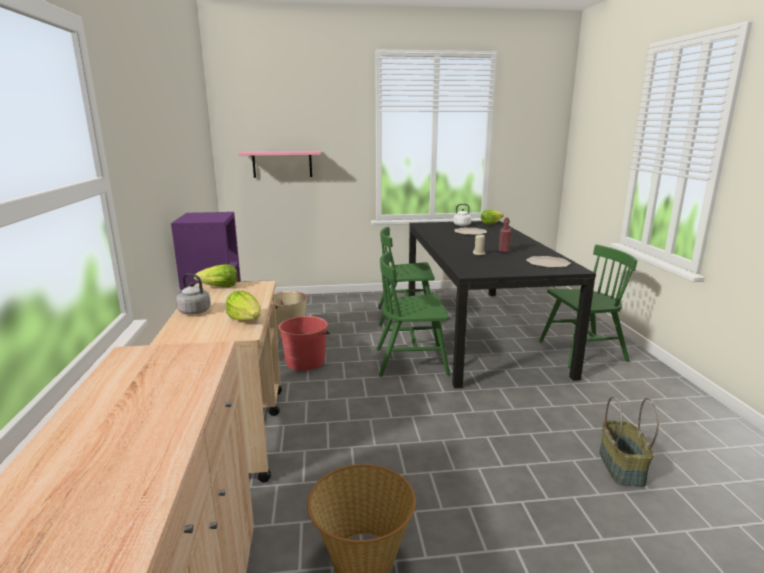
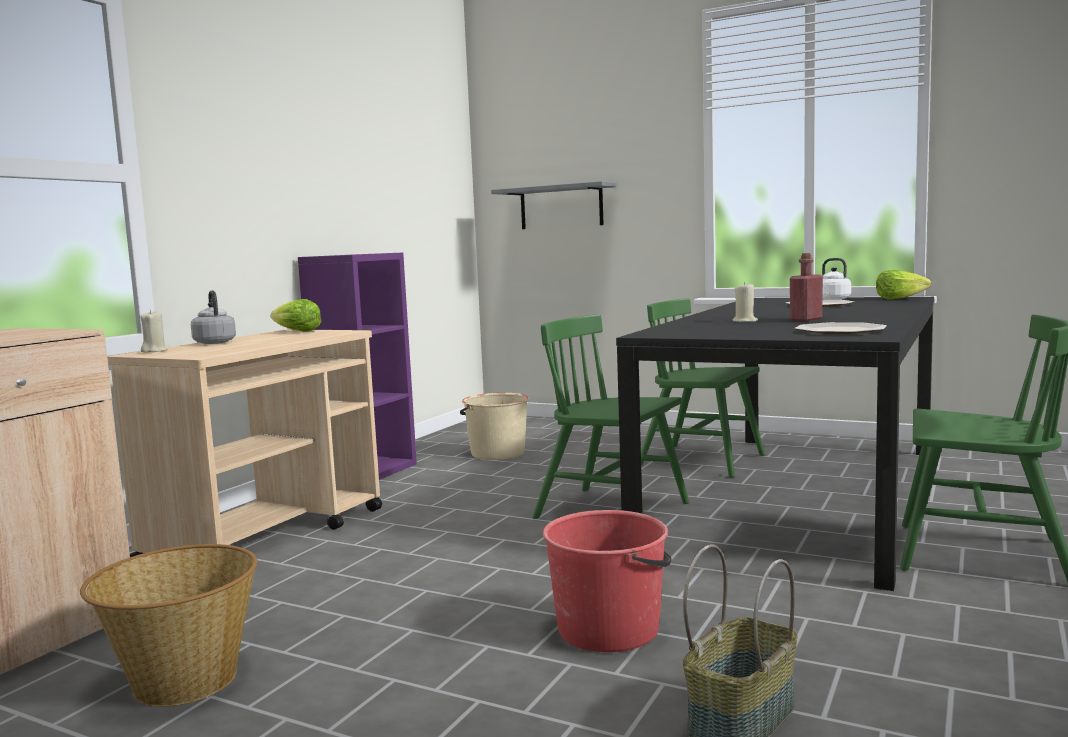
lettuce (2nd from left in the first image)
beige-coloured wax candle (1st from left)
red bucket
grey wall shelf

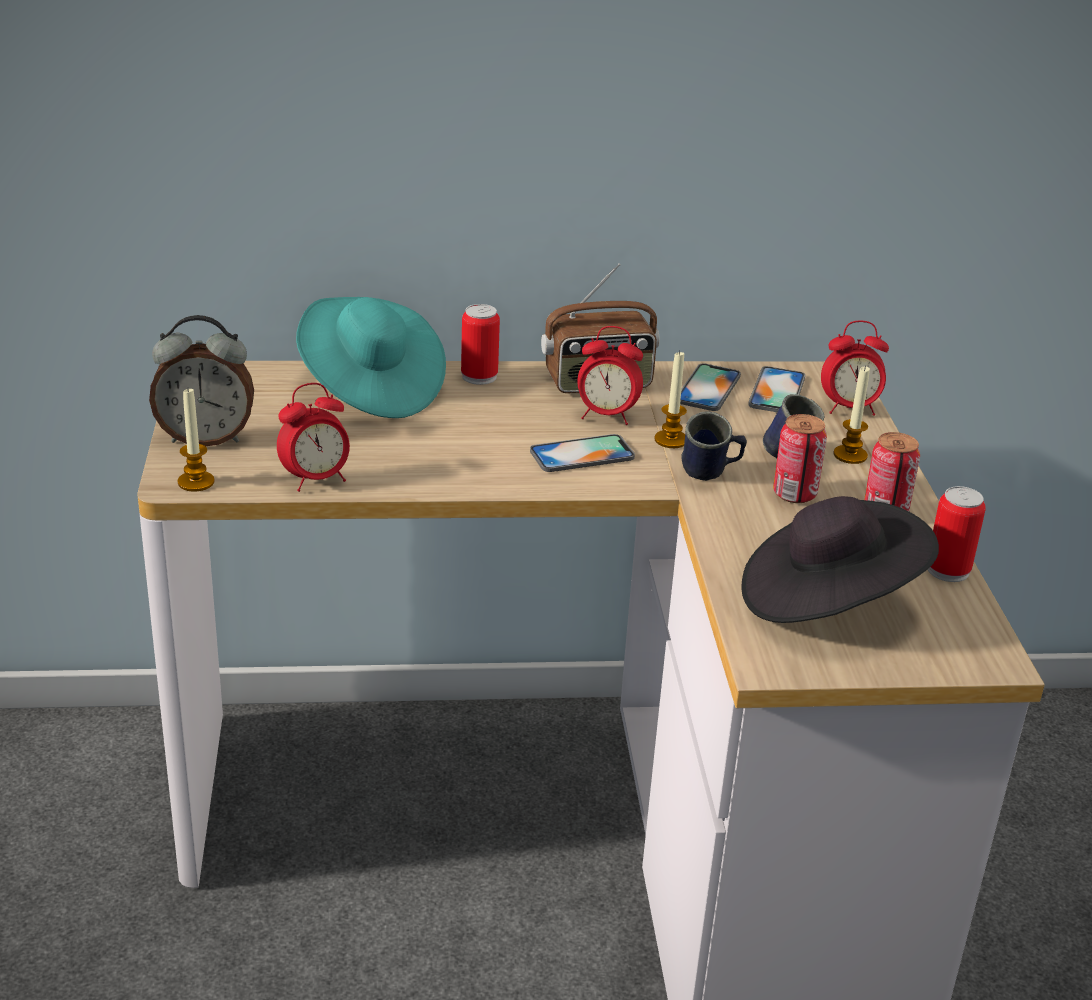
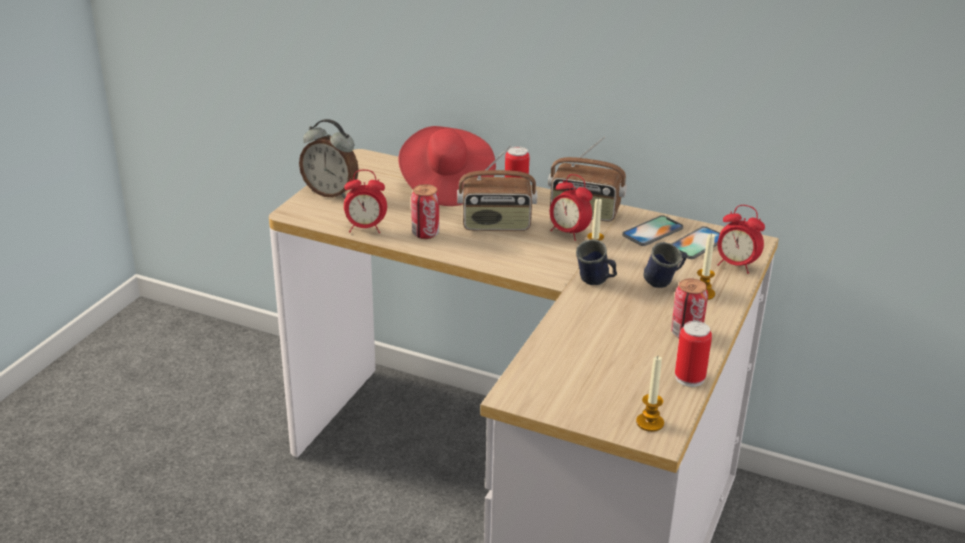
telephone (1st from left in the first image)
black wearable hat
radio receiver (1st from left)
wax candle (2nd from left)
metal can (1st from left)
red wearable hat

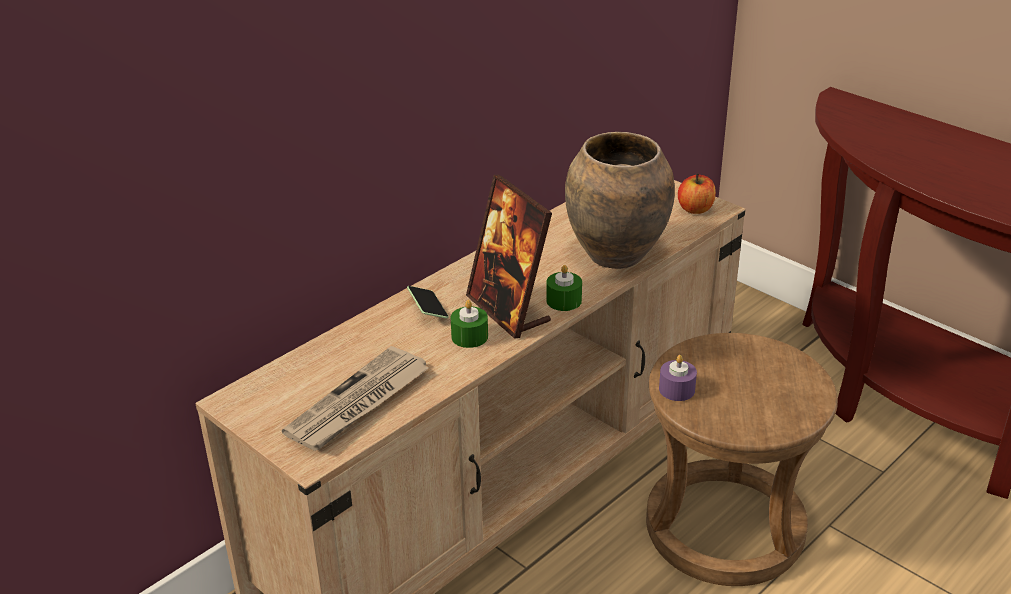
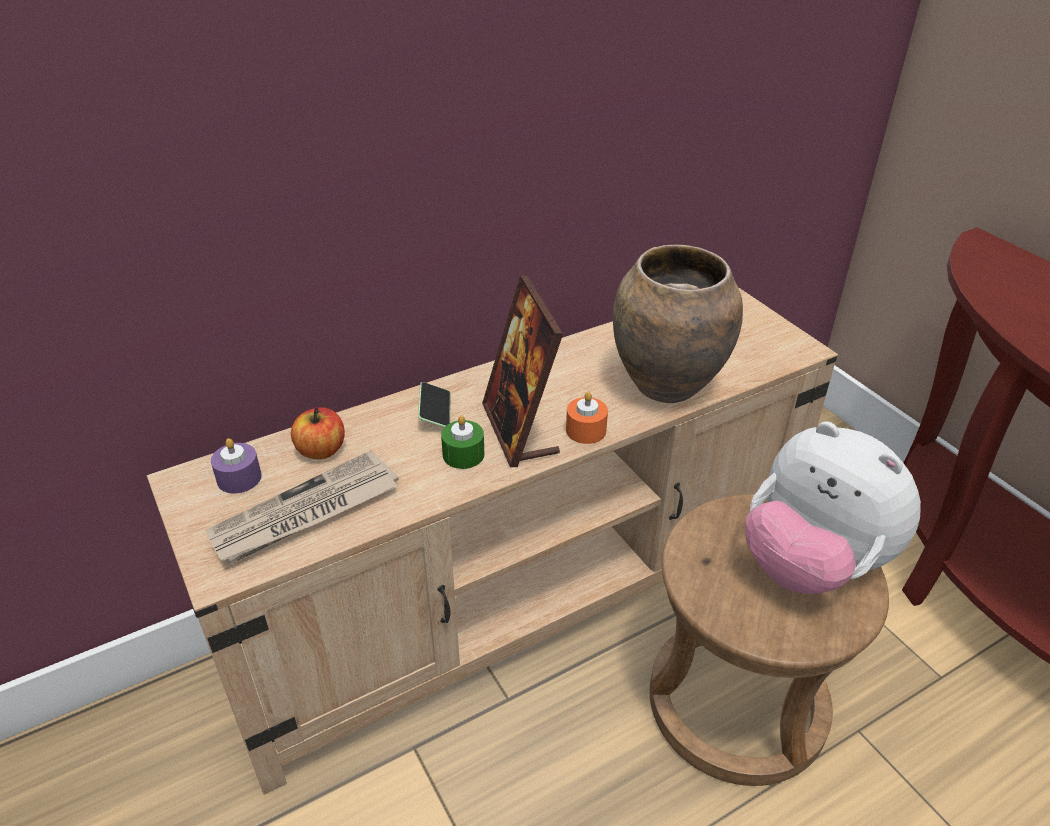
plush toy
purplish wax candle
apple
orangey wax candle

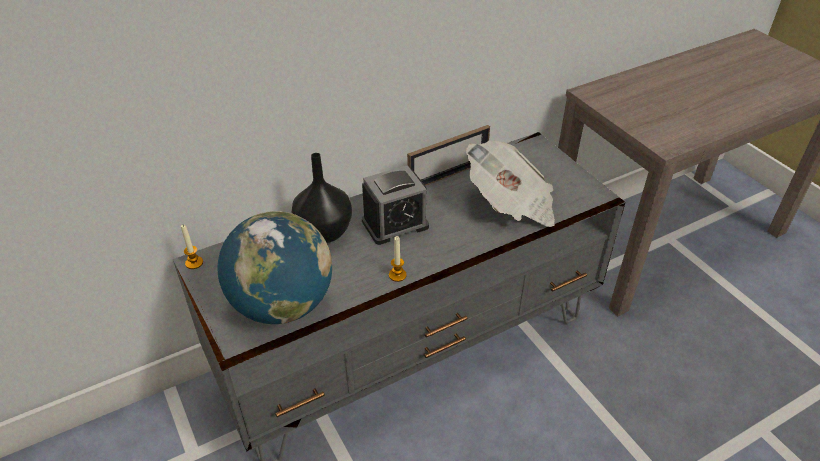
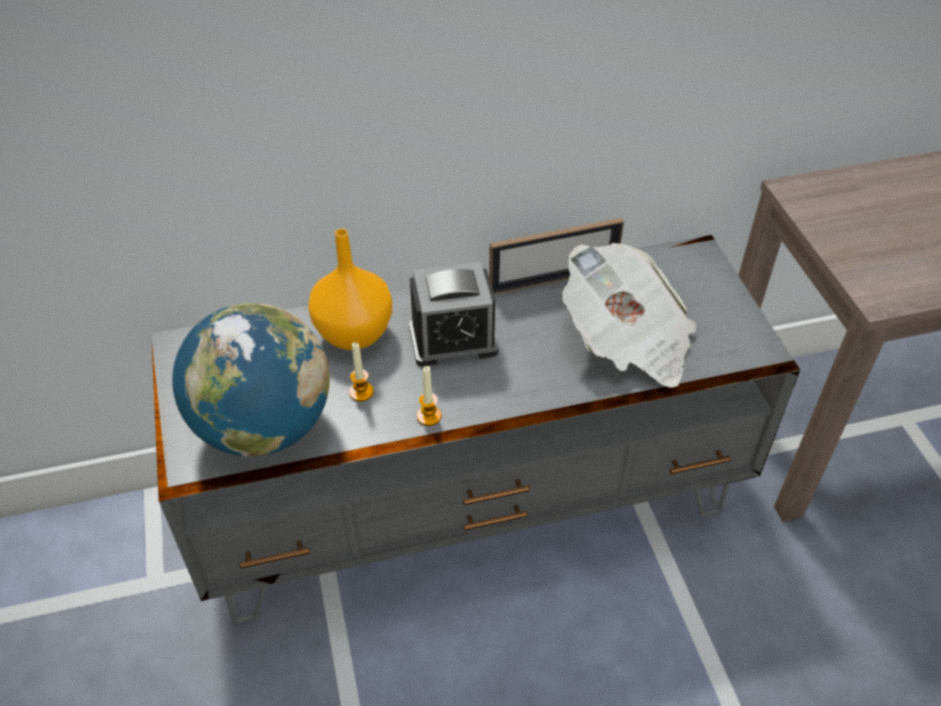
wax candle (1st from left)
orangey vase

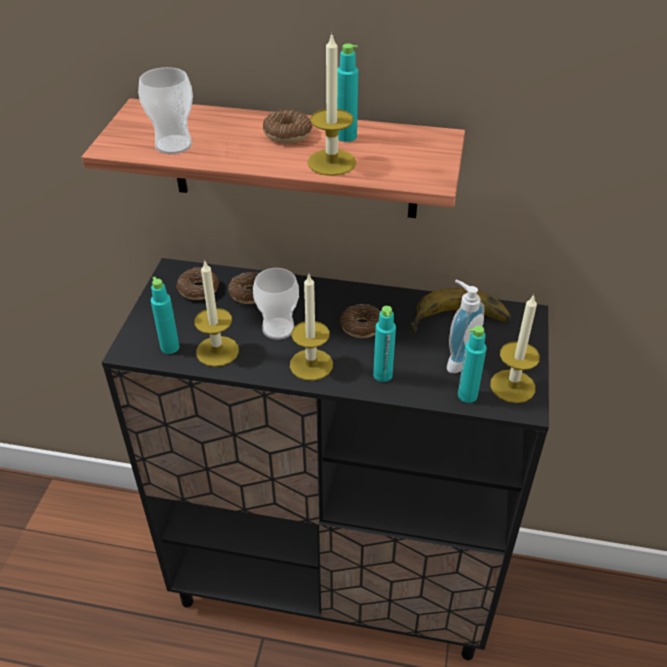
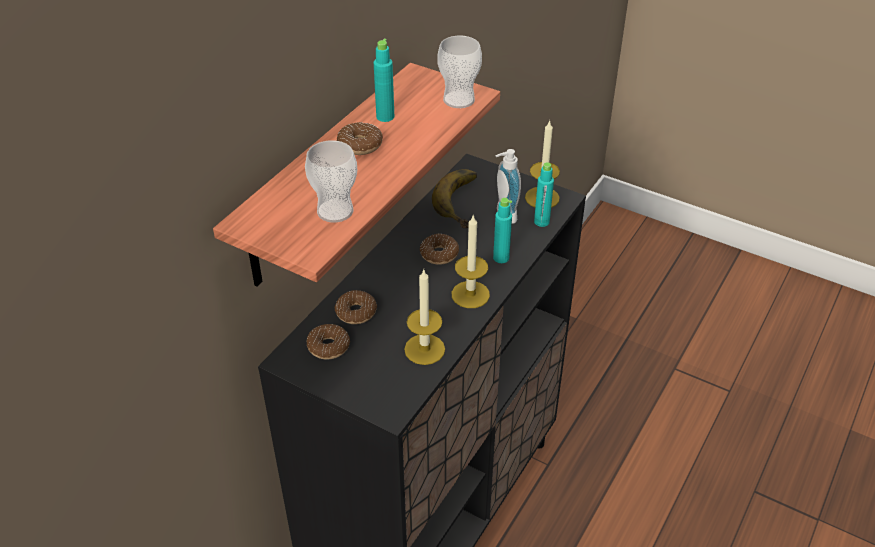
turquoise drink bottle (1st from left in the first image)
wax candle (3rd from left in the first image)
cup (2nd from left)

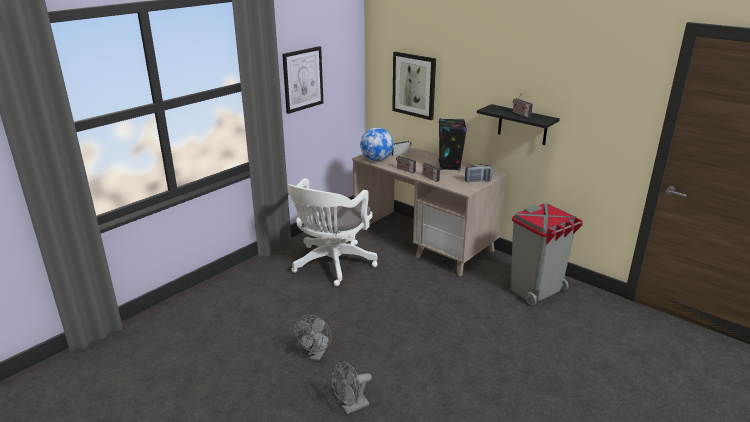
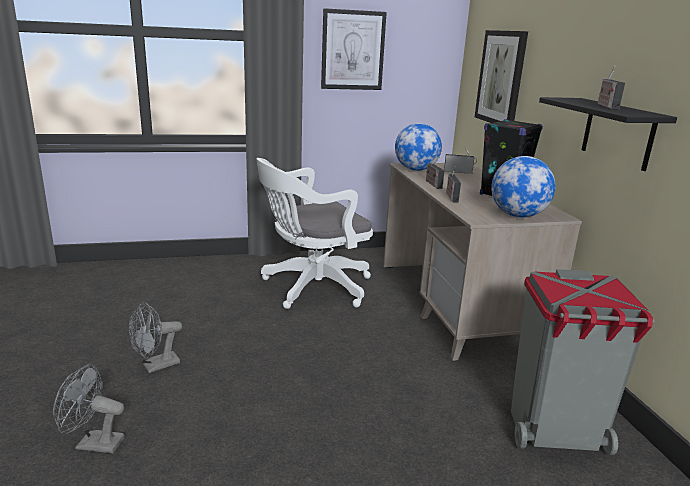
world globe (2nd from left)

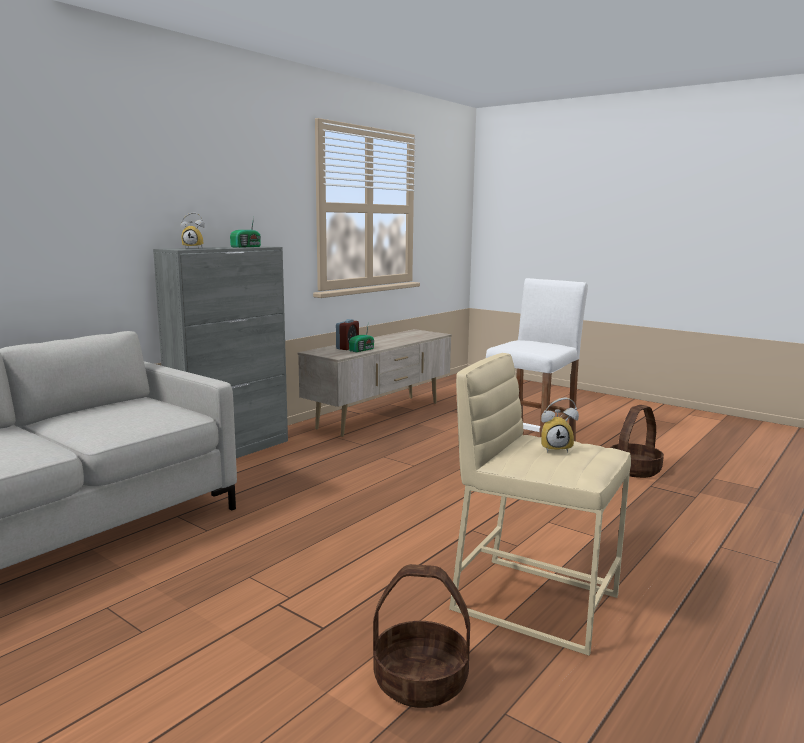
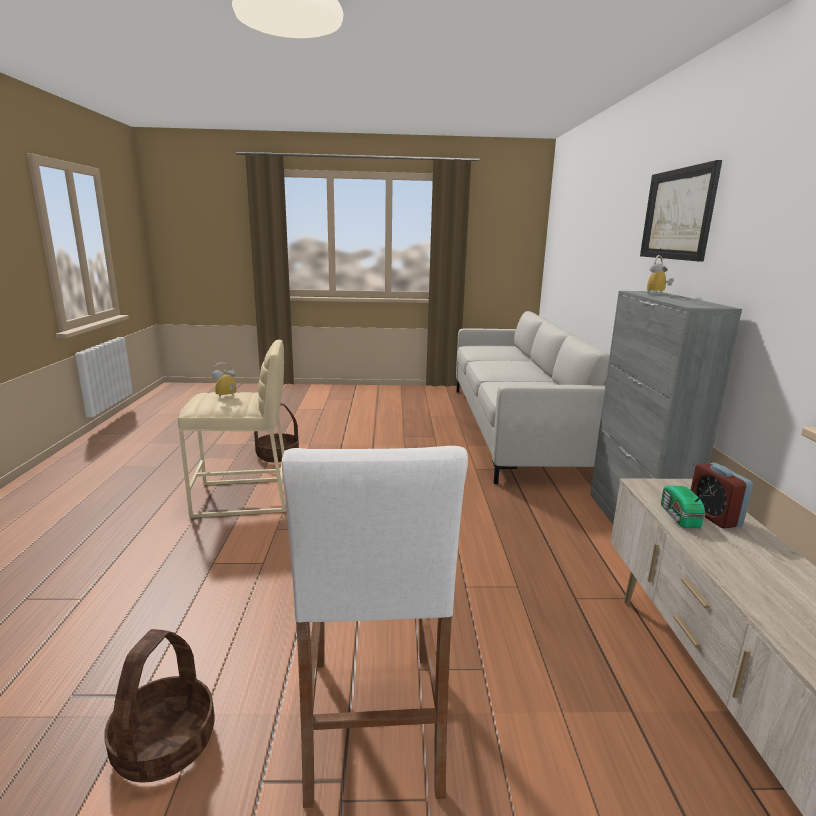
radio receiver (1st from left in the first image)
wall art

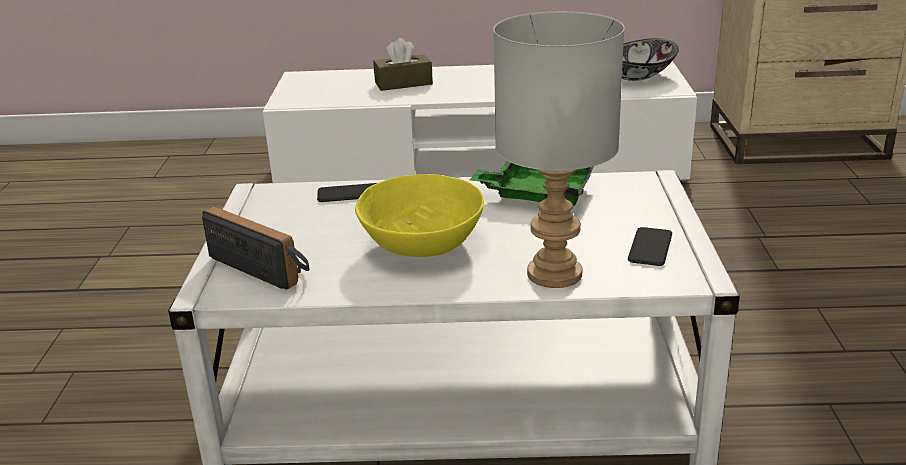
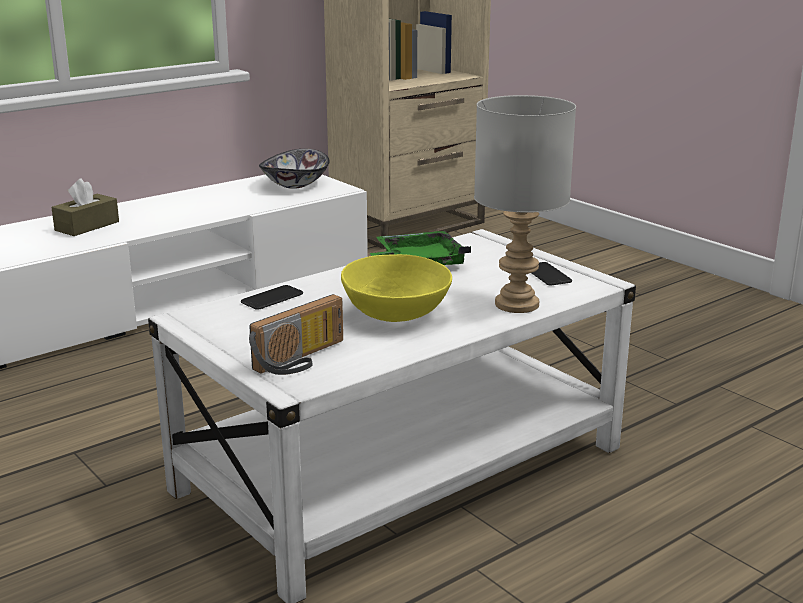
radio receiver

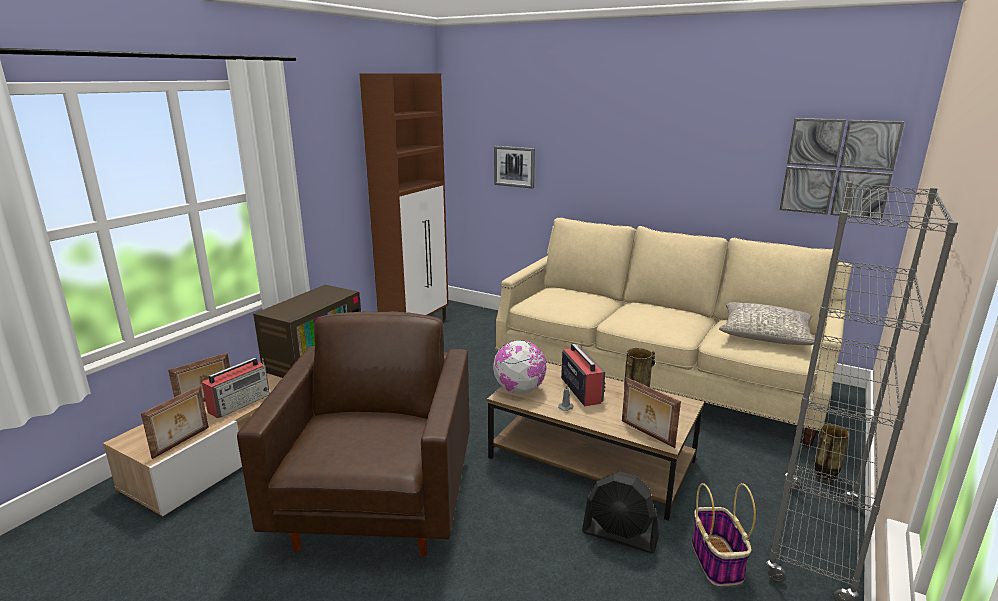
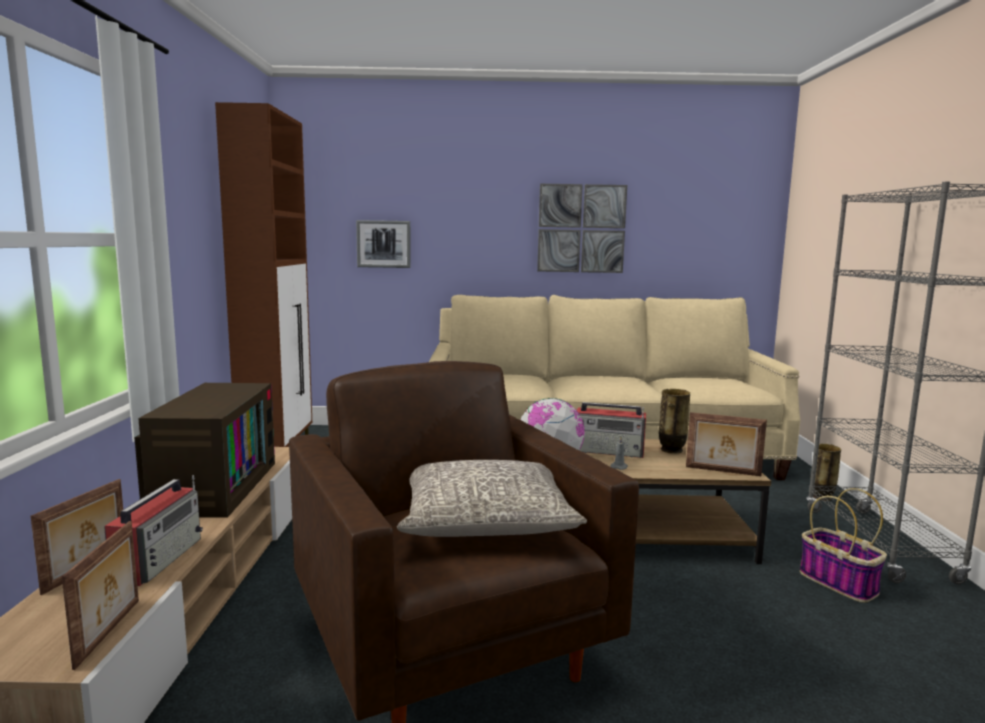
black cooling fan
grey cushion
wall art (2nd from left)
radio receiver (2nd from left)

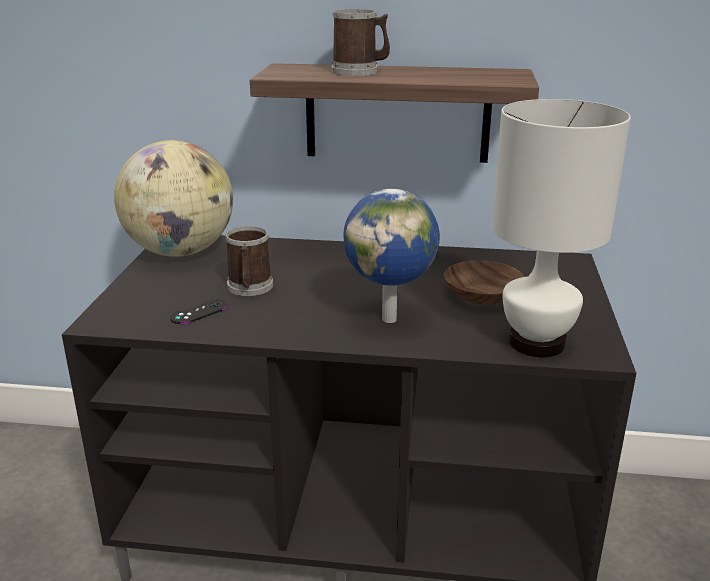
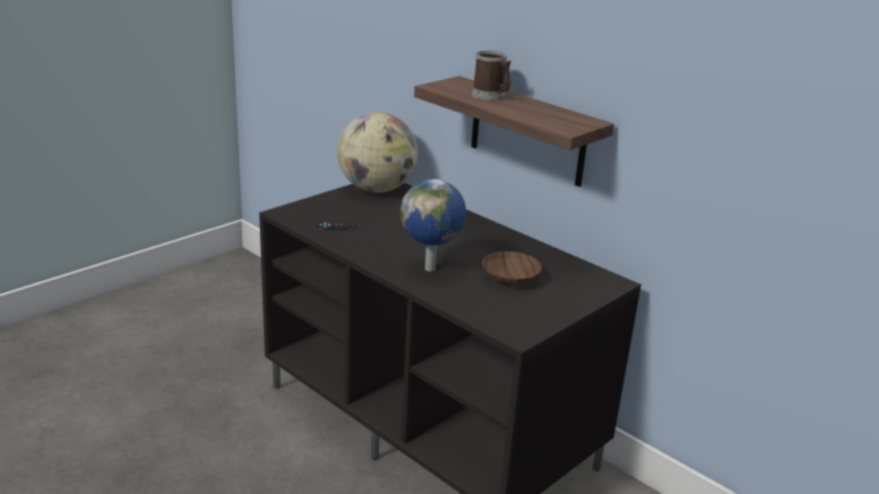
tea mug (1st from left in the first image)
whitish lamp for a table

